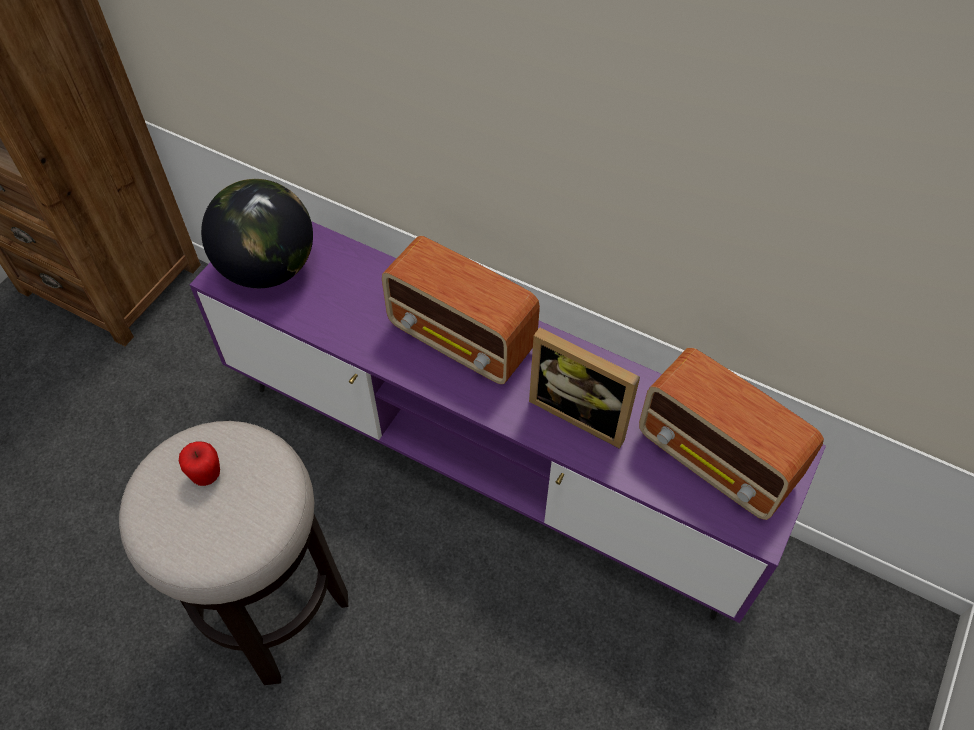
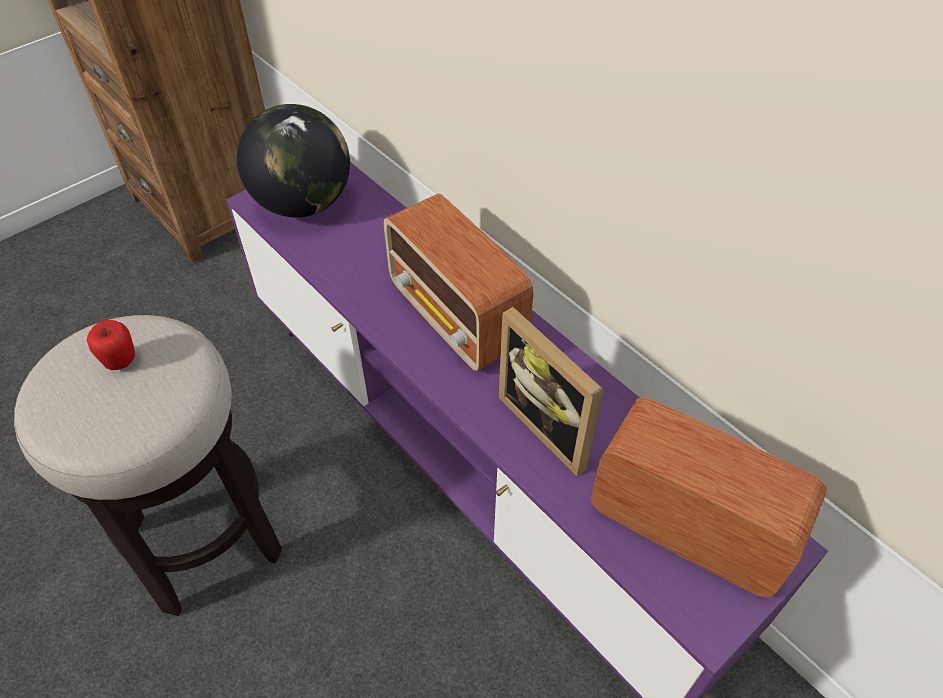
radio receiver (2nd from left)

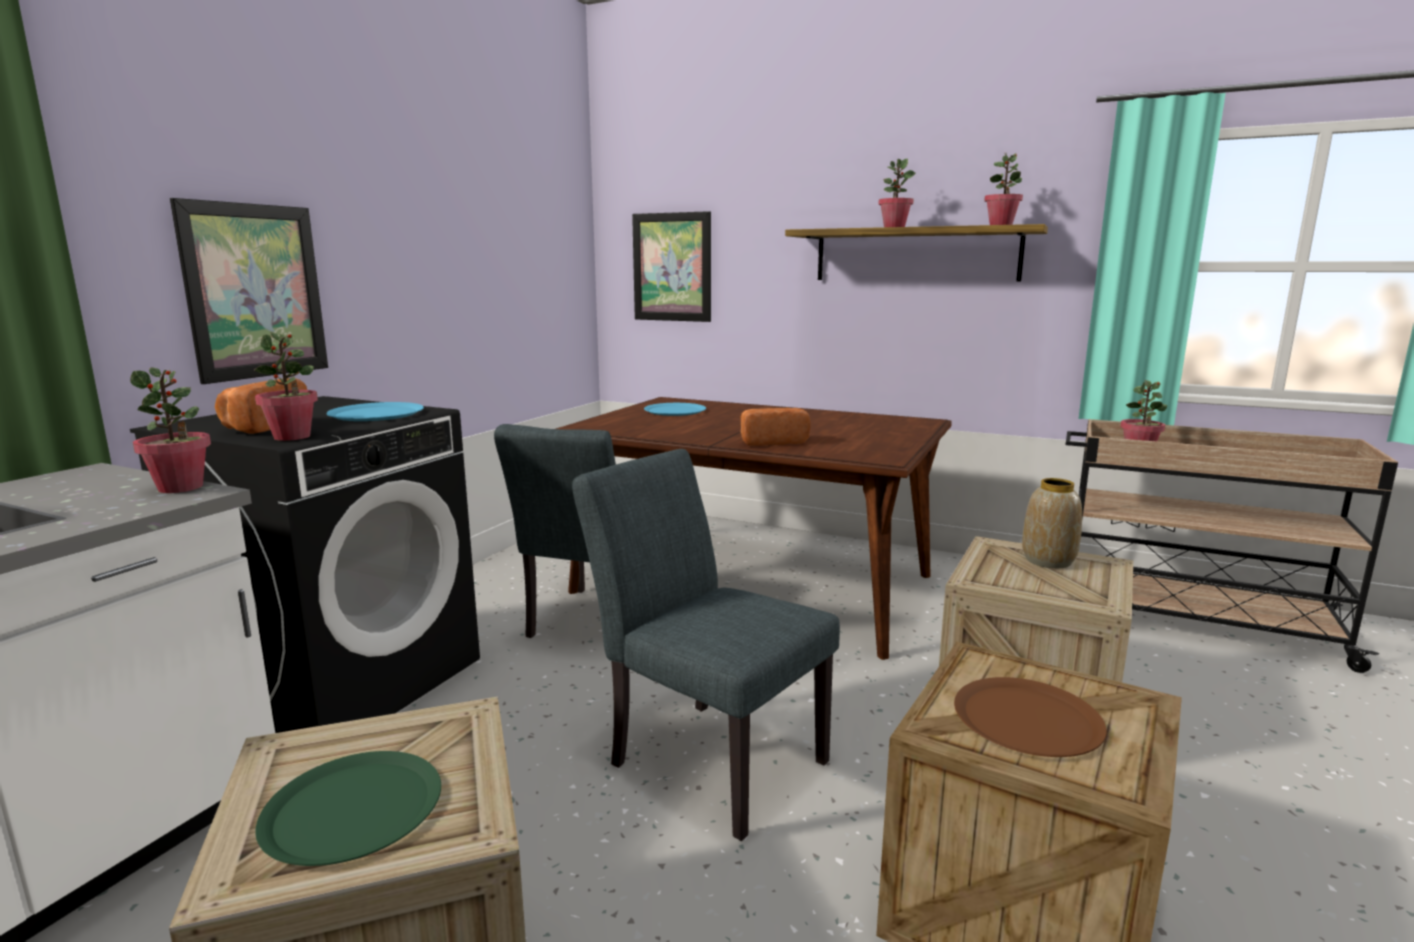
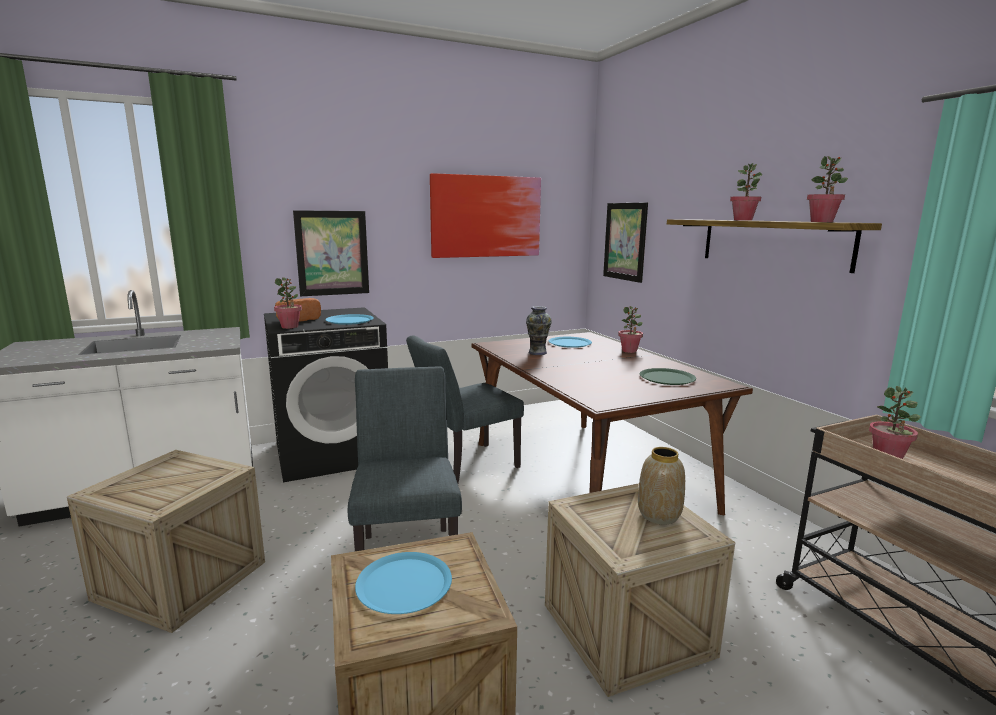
baked bread (2nd from left in the first image)
wall art (2nd from left)
vase (1st from left)
houseplant (2nd from left)
greenish plate
blue plate (2nd from left)

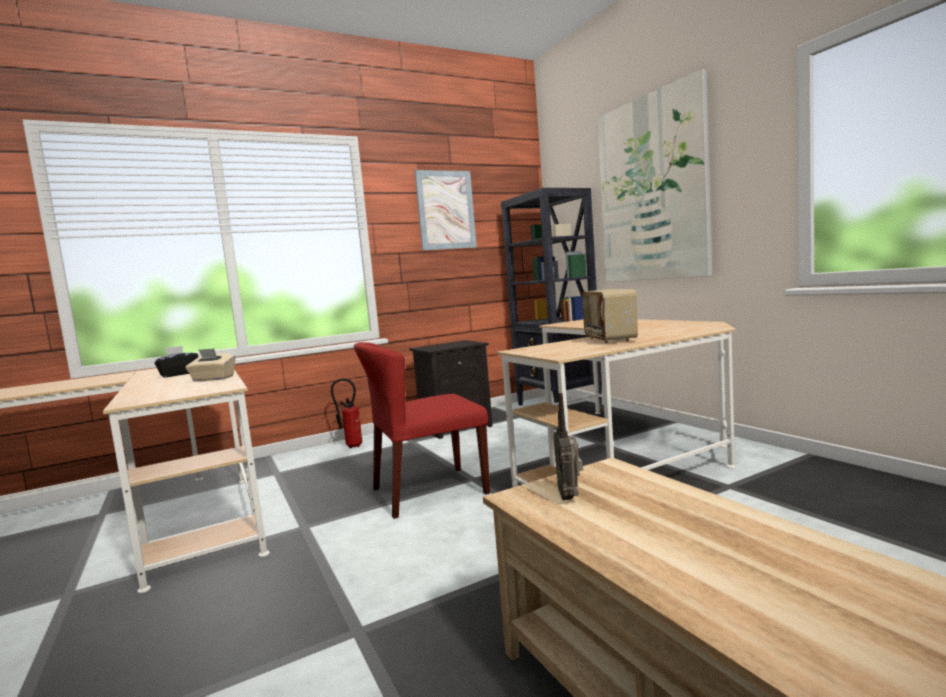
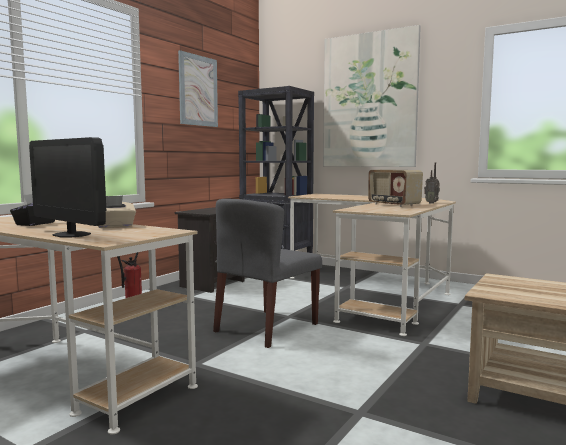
computer display
radio receiver (2nd from left)
grey plain chair

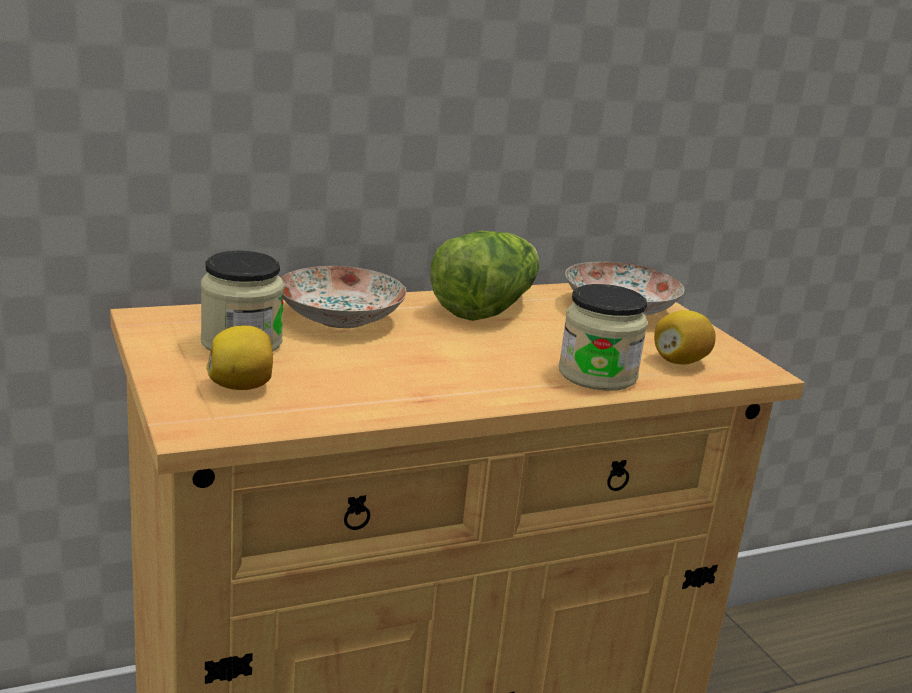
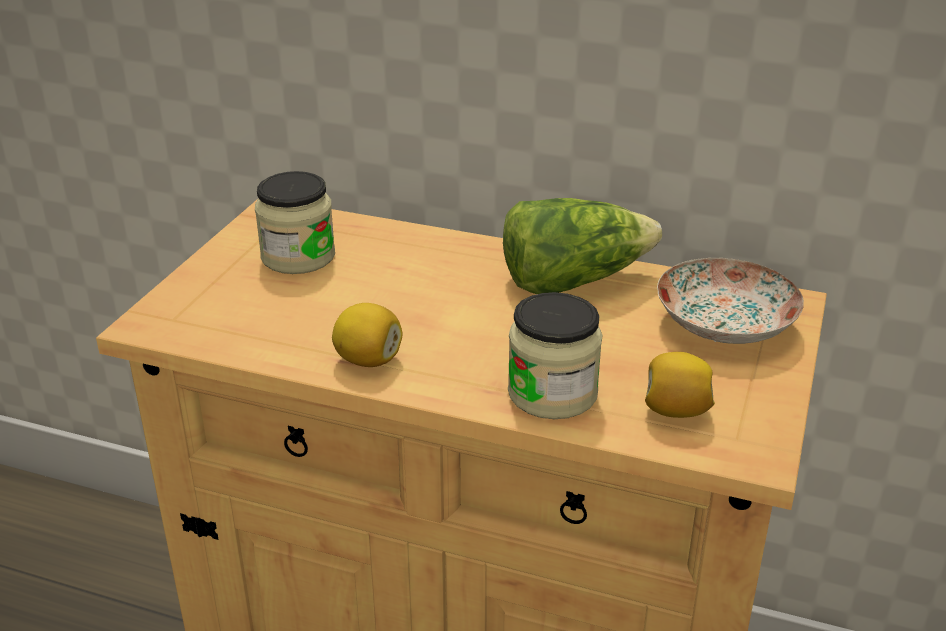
plate (1st from left in the first image)
citrus fruit (1st from left)

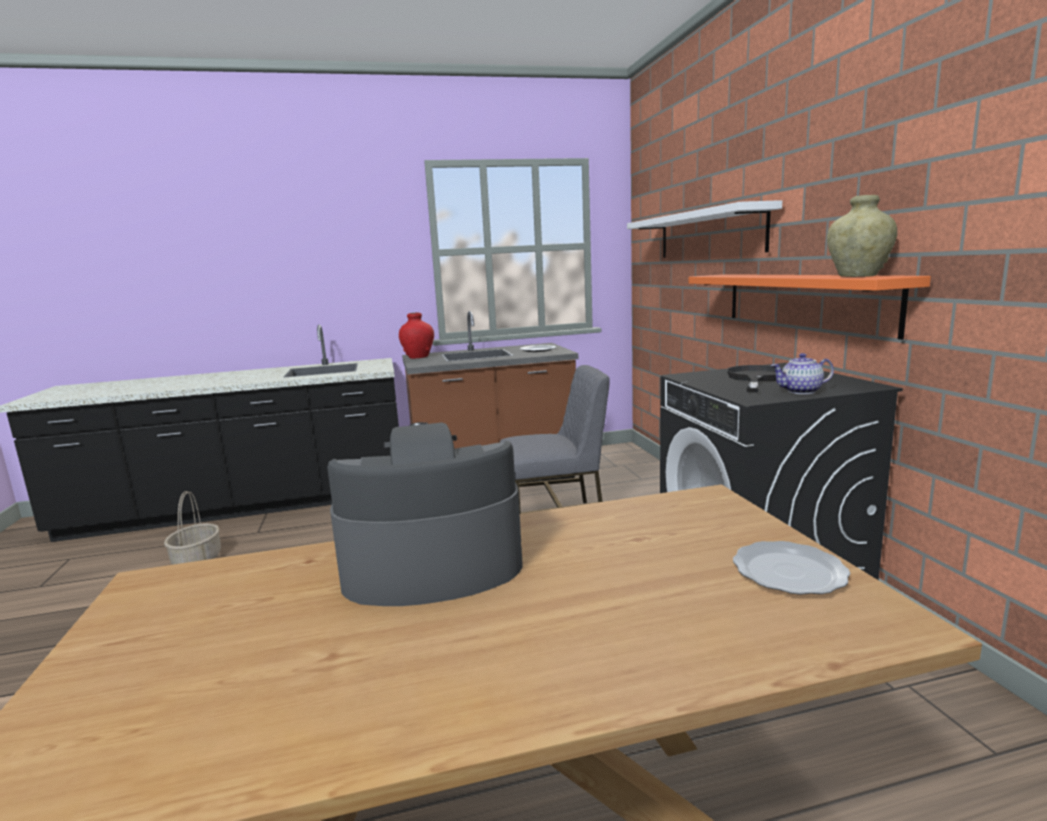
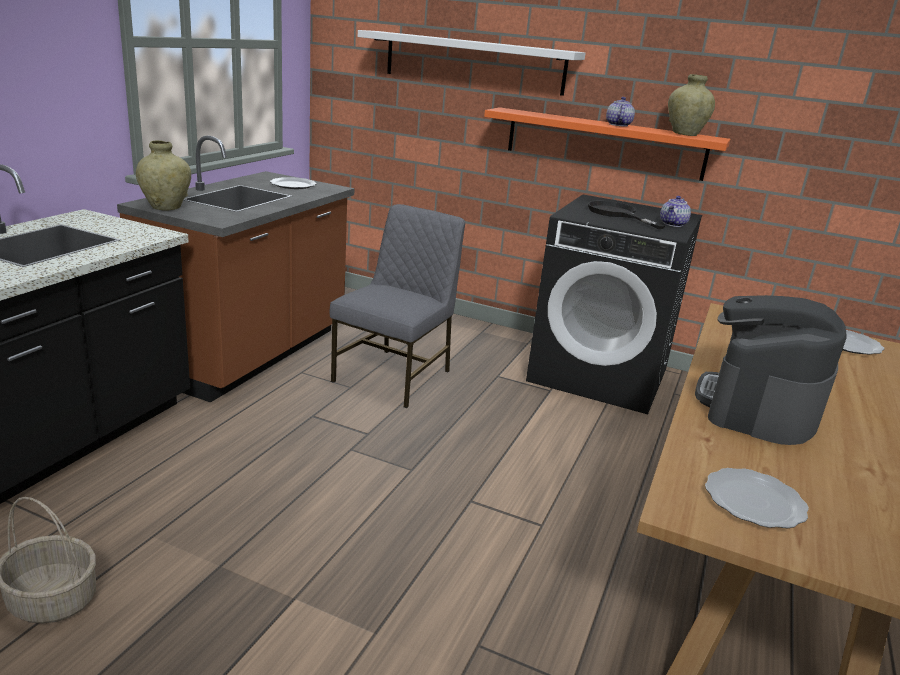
teapot (1st from left)
plate (2nd from left)
beige-coloured vase (1st from left)

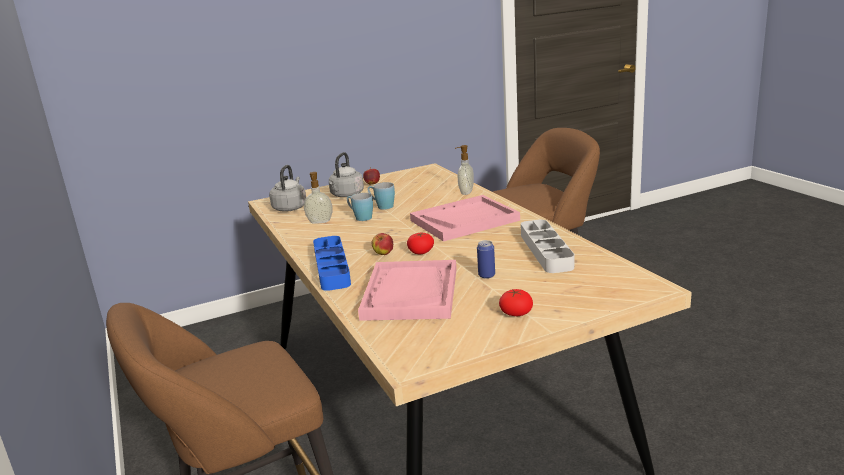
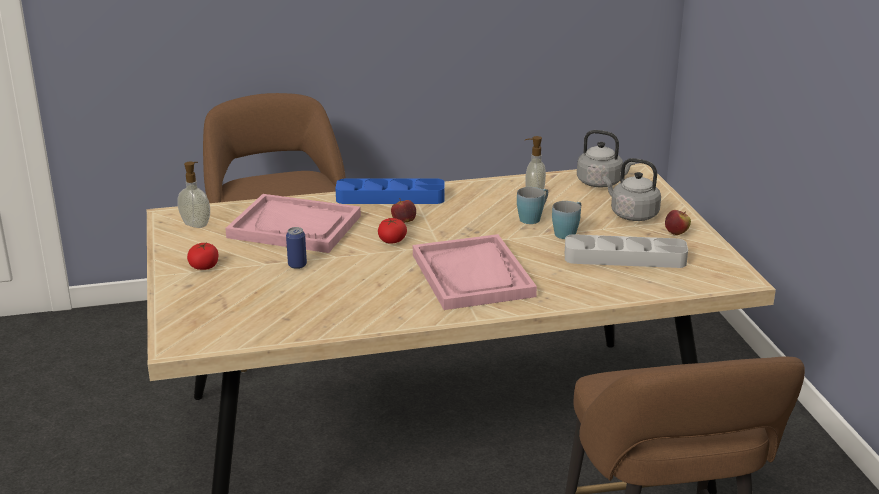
soap bottle (1st from left)
grey tray

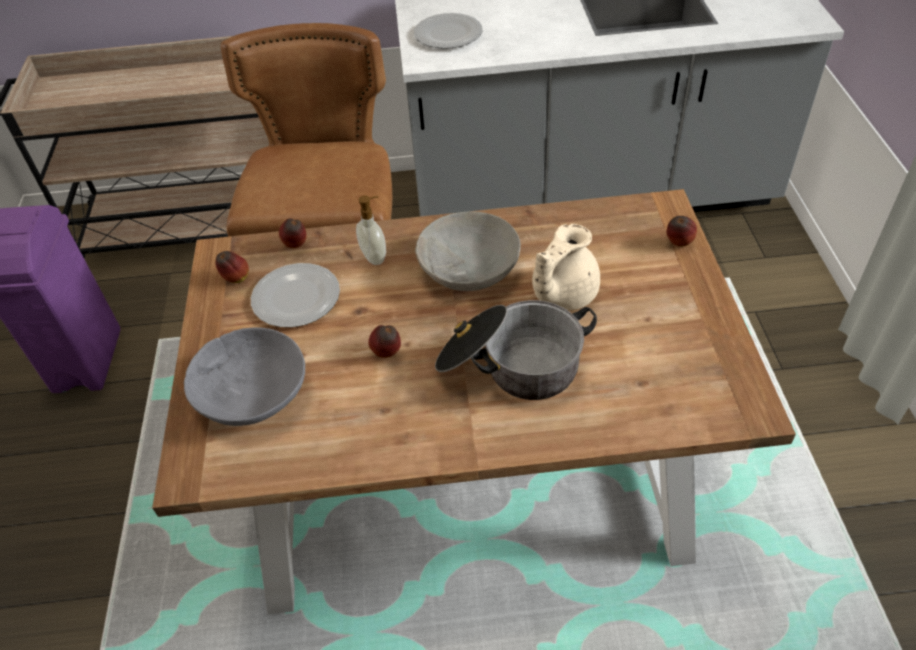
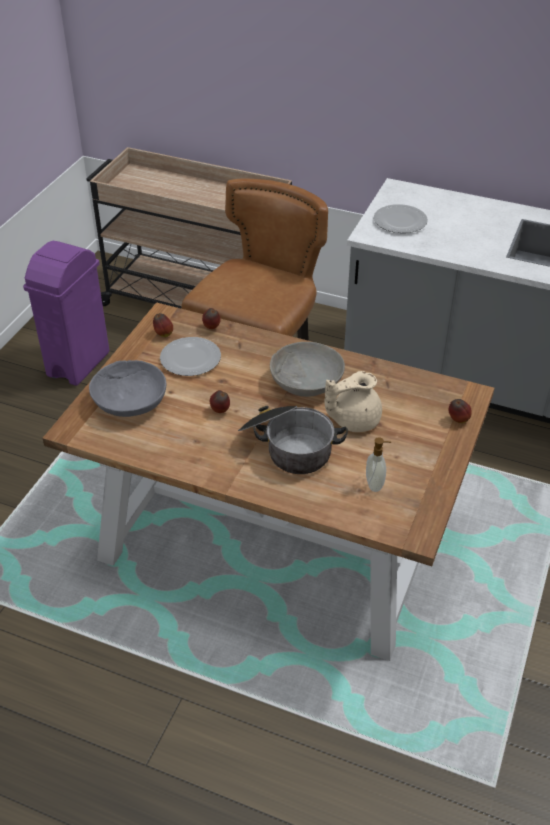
soap bottle

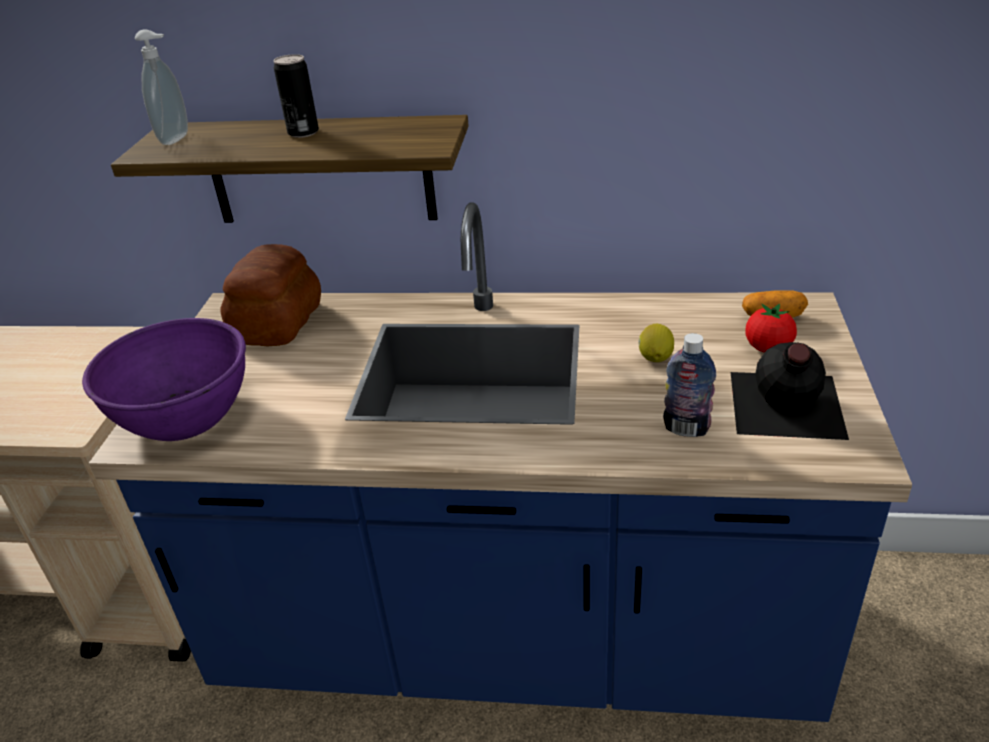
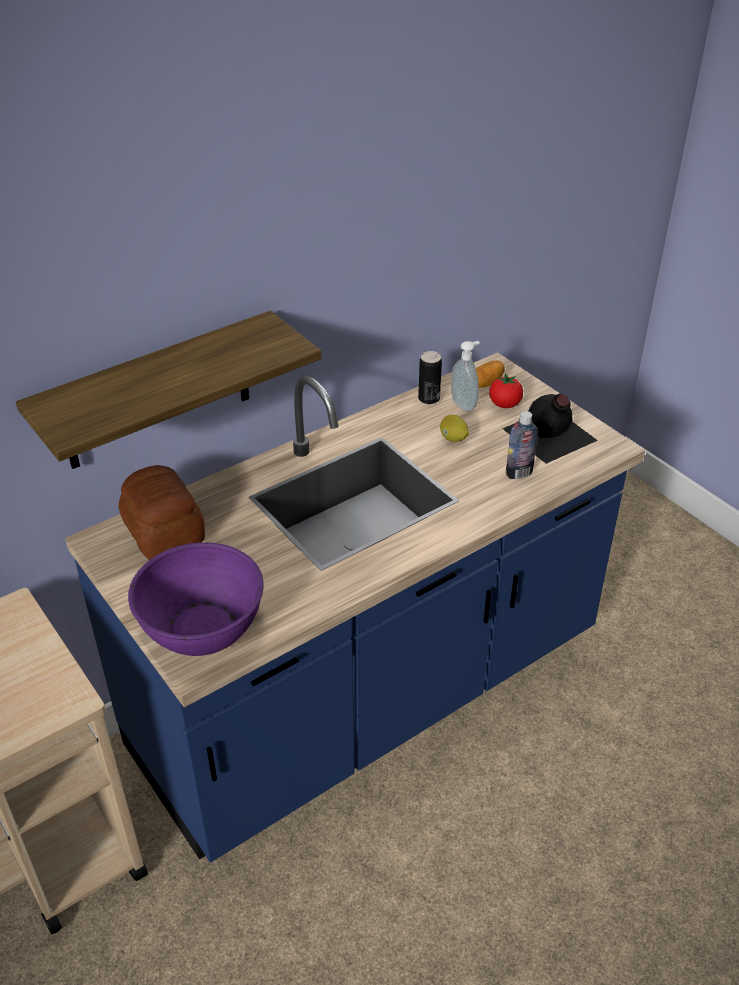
soap bottle
metal can

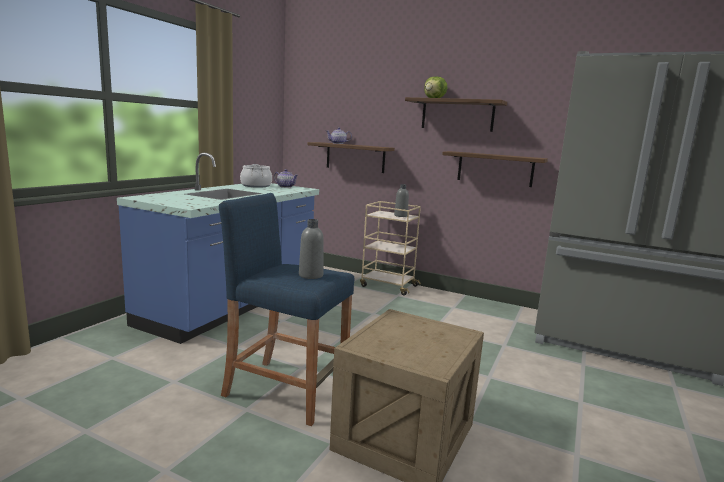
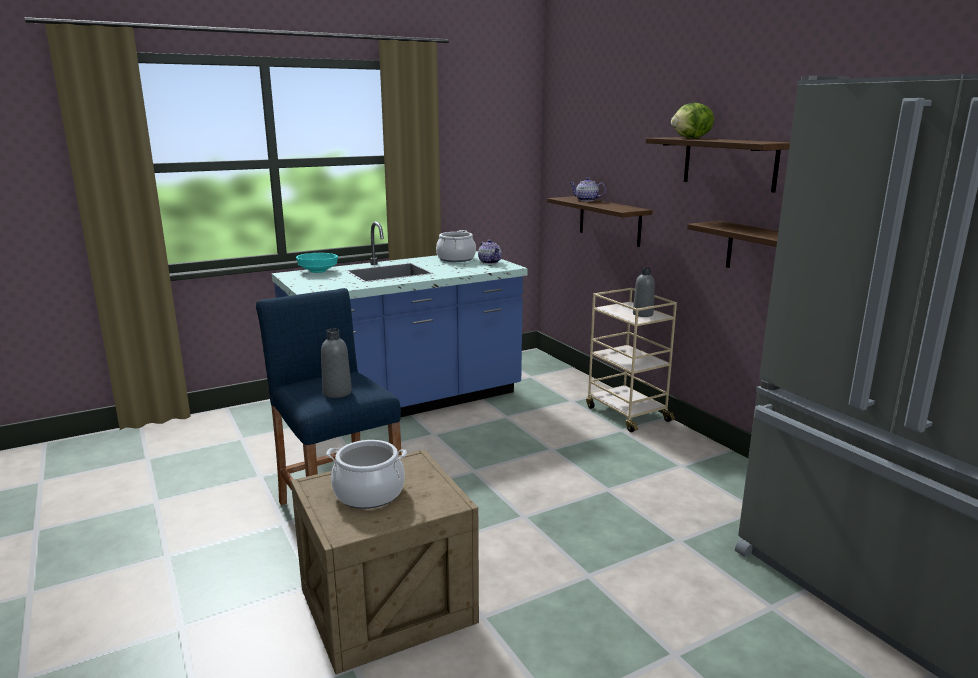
turquoise serving bowl
cooking pot (1st from left)

